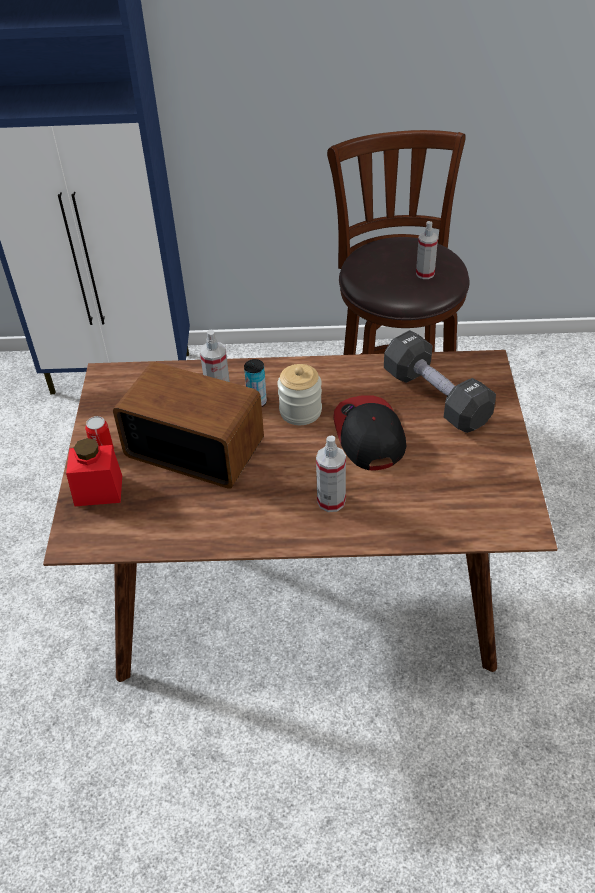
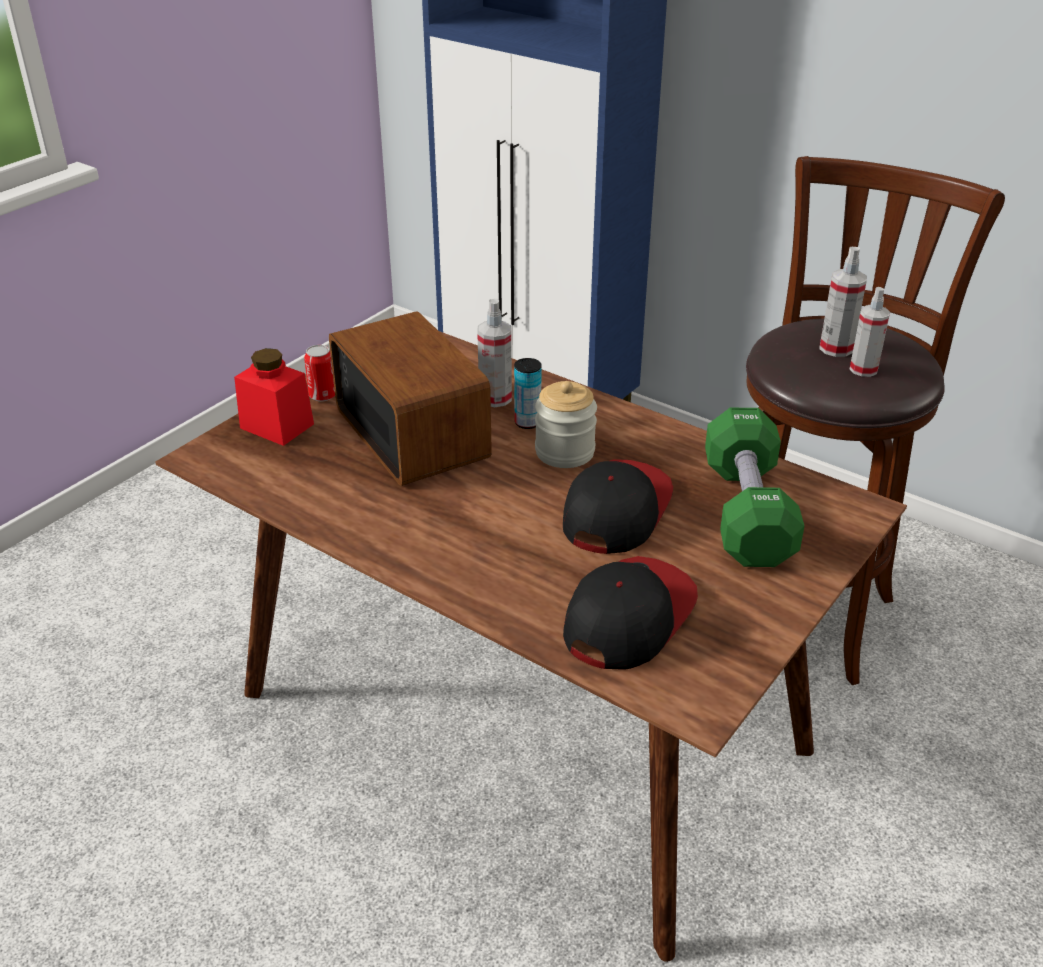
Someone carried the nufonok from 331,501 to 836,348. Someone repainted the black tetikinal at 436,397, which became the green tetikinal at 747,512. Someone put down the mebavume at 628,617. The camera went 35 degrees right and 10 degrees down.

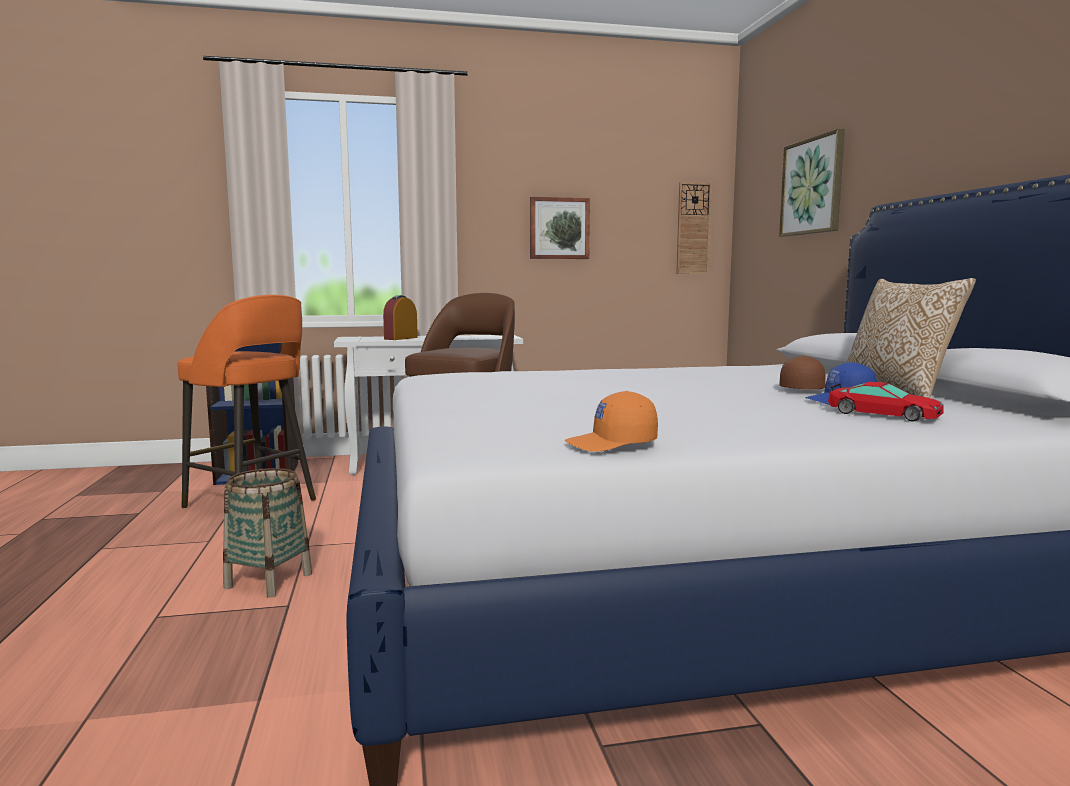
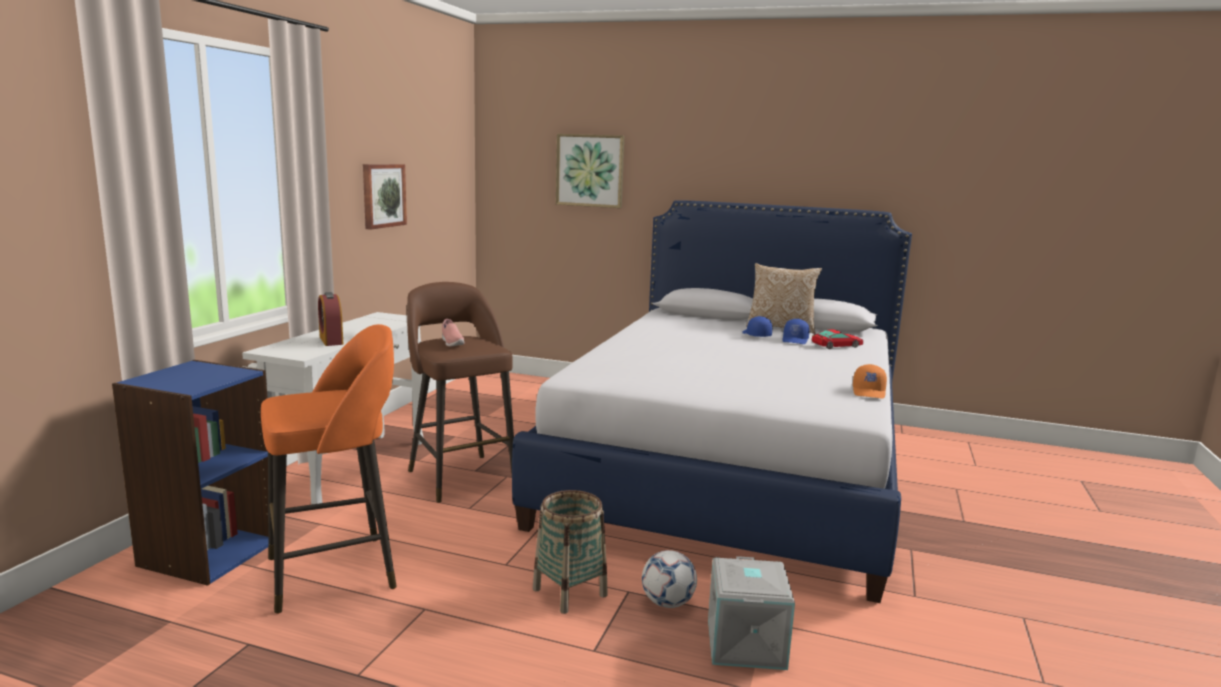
Someone took away the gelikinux at 693,228. Someone repainted the brown mebavume at 805,389, which became the blue mebavume at 756,335. Someone put down the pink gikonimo at 451,343. Someone put down the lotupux at 667,603. Someone put down the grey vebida at 747,644. The camera went 60 degrees left and 5 degrees up.

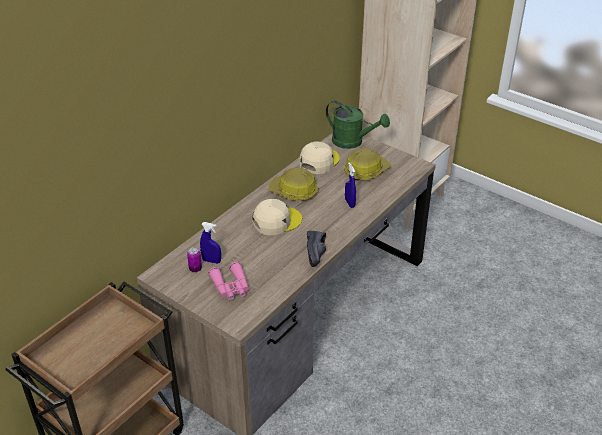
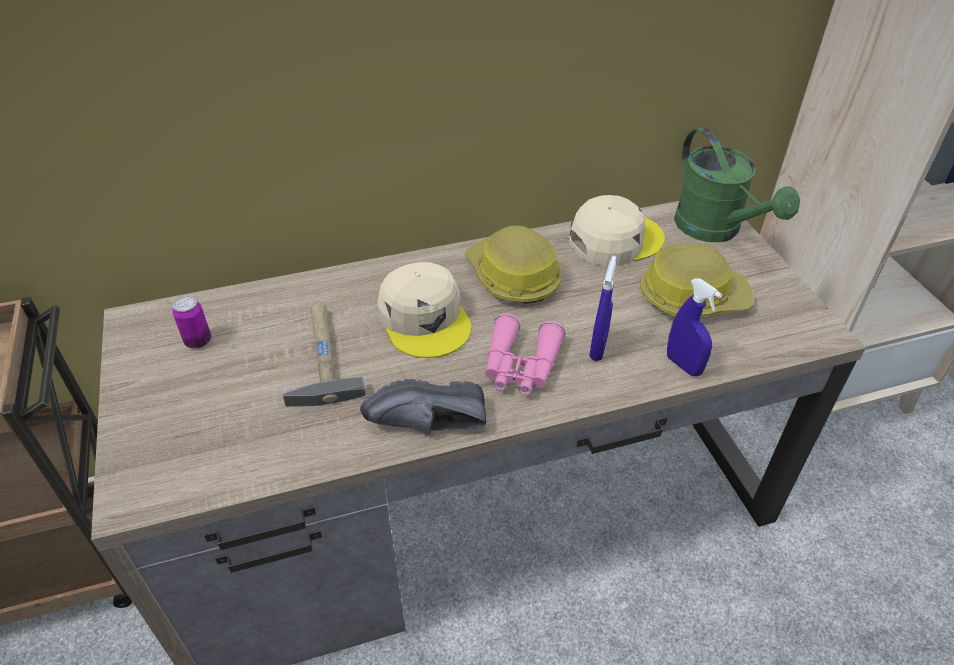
Someone carried the blue nufonok from 211,261 to 683,365. Someone carried the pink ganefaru from 231,287 to 520,366. Someone rotated the beige mebavume at 276,221 by 60 degrees clockwise. Someone rotated the black gikonimo at 317,254 by 45 degrees clockwise. Someone put down the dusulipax at 320,357. The camera went 35 degrees right and 5 degrees up.

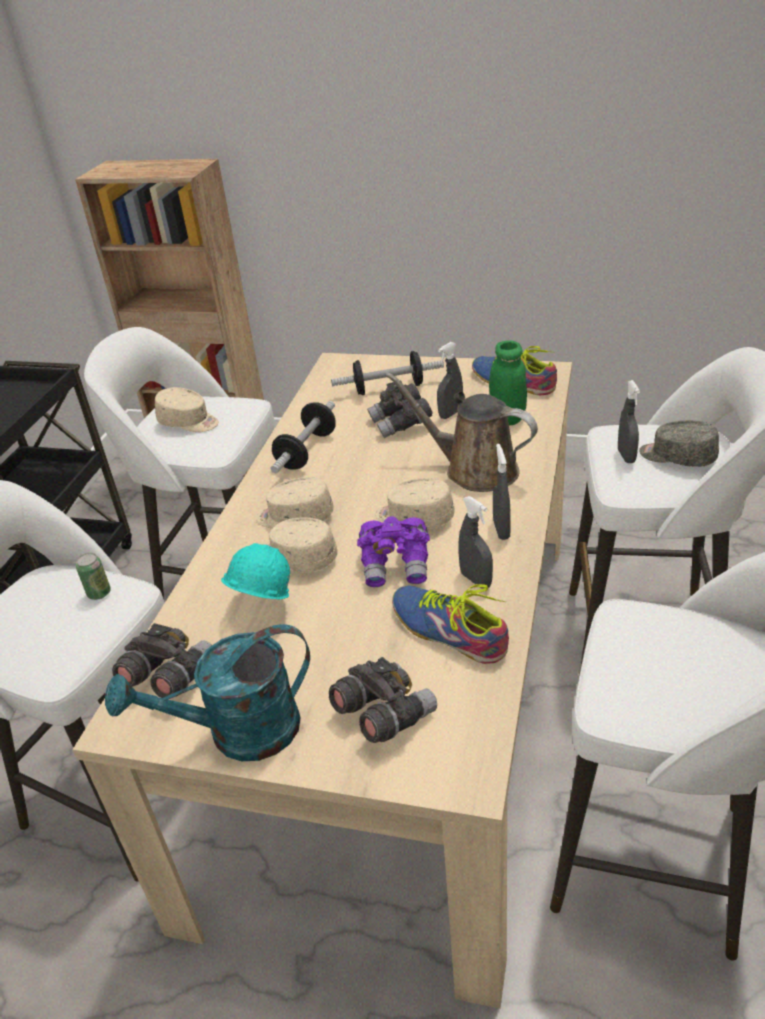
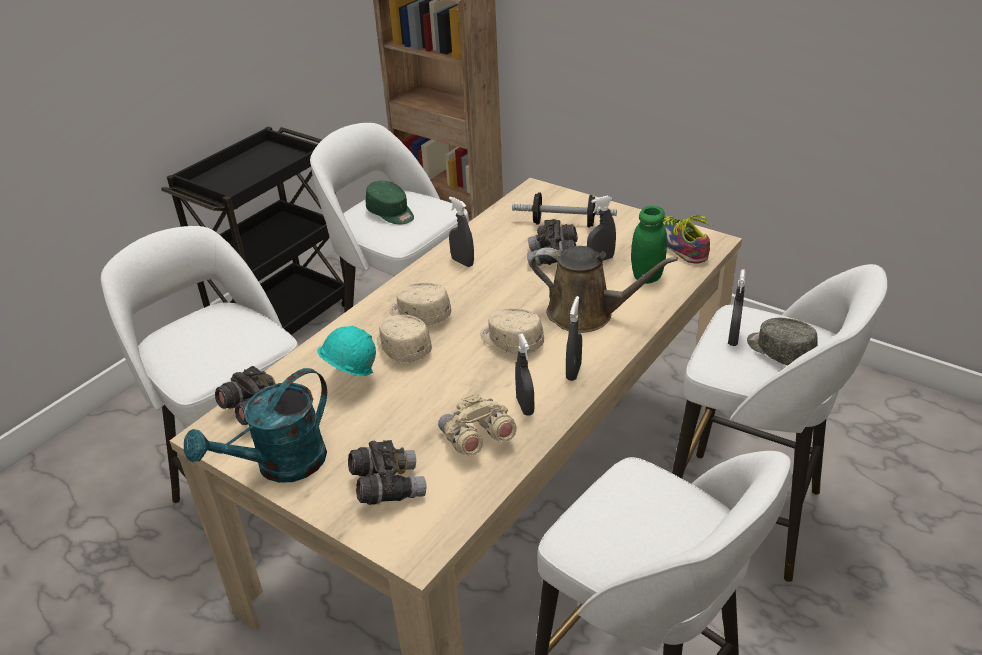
Someone took away the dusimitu at 99,593. Someone rotated the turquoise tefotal at 238,733 by 45 degrees counterclockwise. Someone repainted the beige mebavume at 189,422, which became the green mebavume at 391,213. Someone swapped the tetikinal at 306,451 for the grey nufonok at 462,262. Someone took away the purple ganefaru at 396,565. Someone rotated the brown tefotal at 474,470 by 150 degrees clockwise. Someone swapped the gikonimo at 448,631 for the beige ganefaru at 476,440. The camera went 20 degrees right and 0 degrees up.

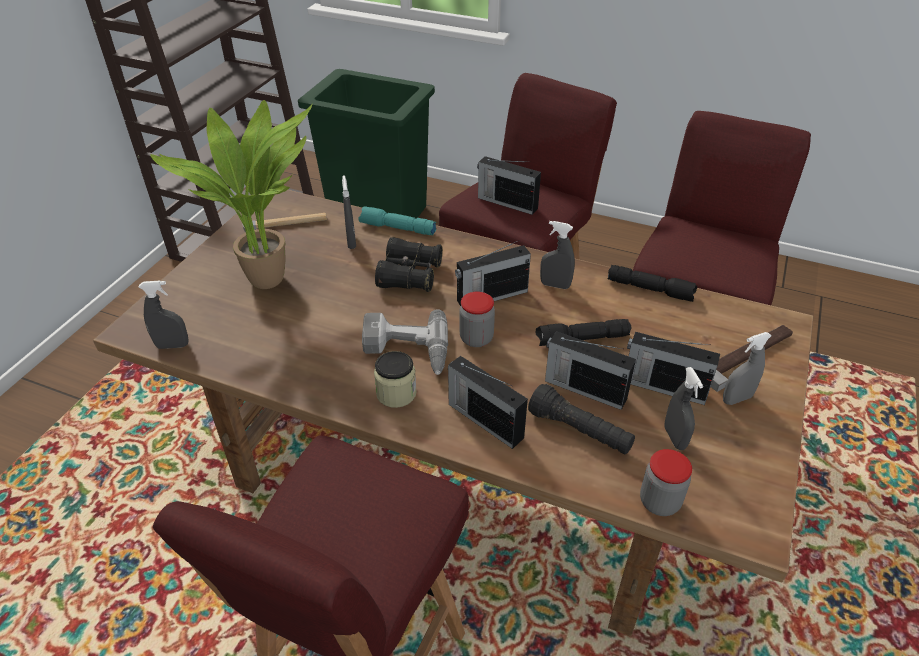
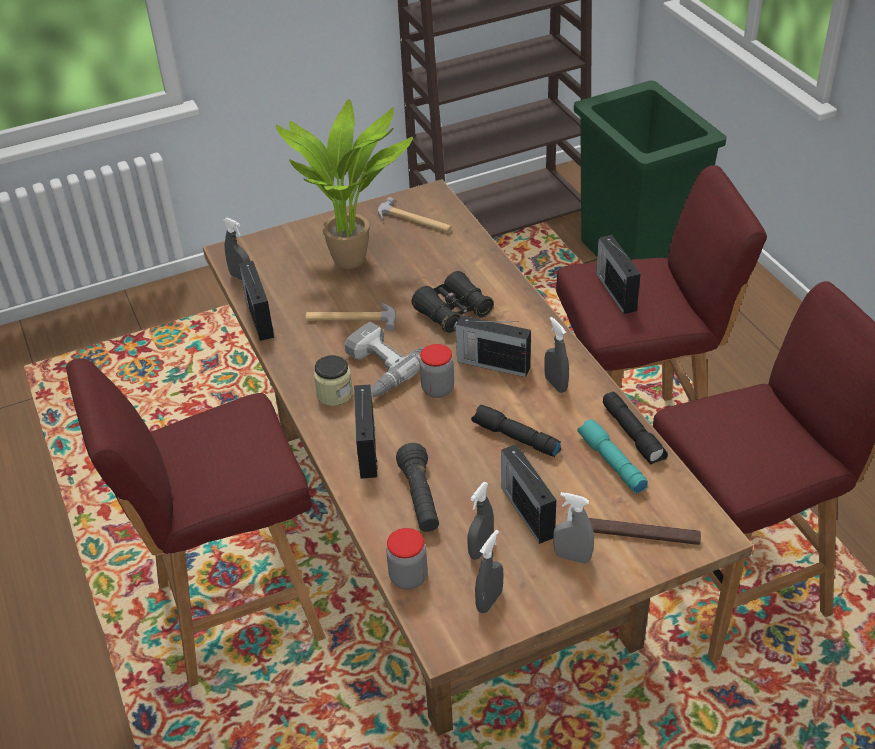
Someone carried the grey nufonok from 351,242 to 489,601. Someone carried the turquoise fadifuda from 397,228 to 610,462. Someone carried the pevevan from 584,388 to 259,317. Someone put down the dusulipax at 351,319. The camera went 45 degrees right and 0 degrees up.

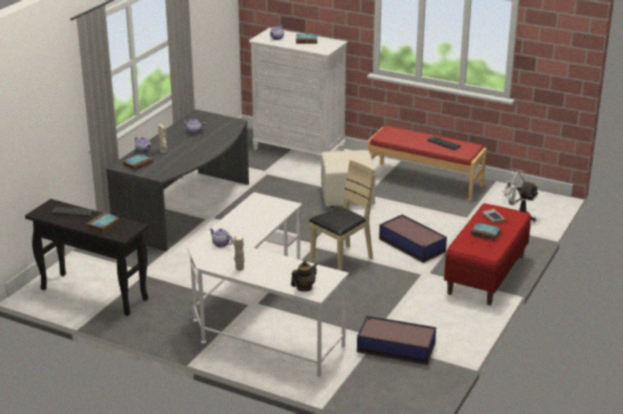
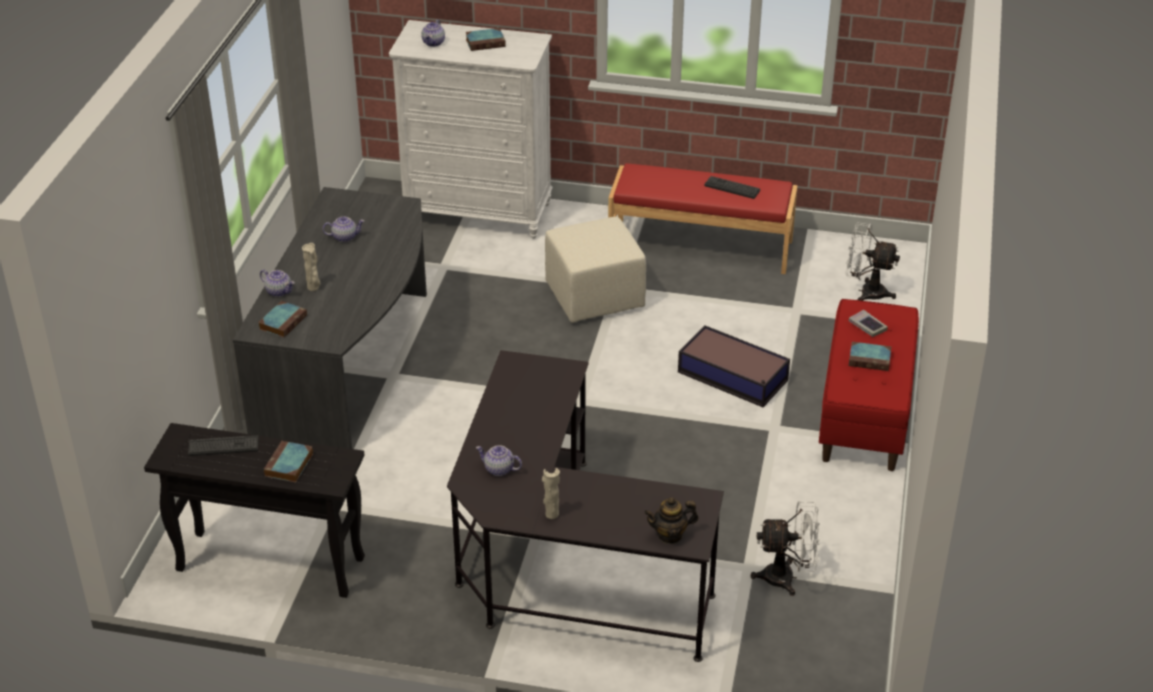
Someone repainted the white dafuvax at 261,320, which became the black dafuvax at 562,564. Someone rotated the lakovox at 304,288 by 135 degrees counterclockwise. Someone took away the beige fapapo at 342,261. Someone swapped the vebida at 395,347 for the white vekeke at 787,578. The camera went 15 degrees left and 10 degrees up.

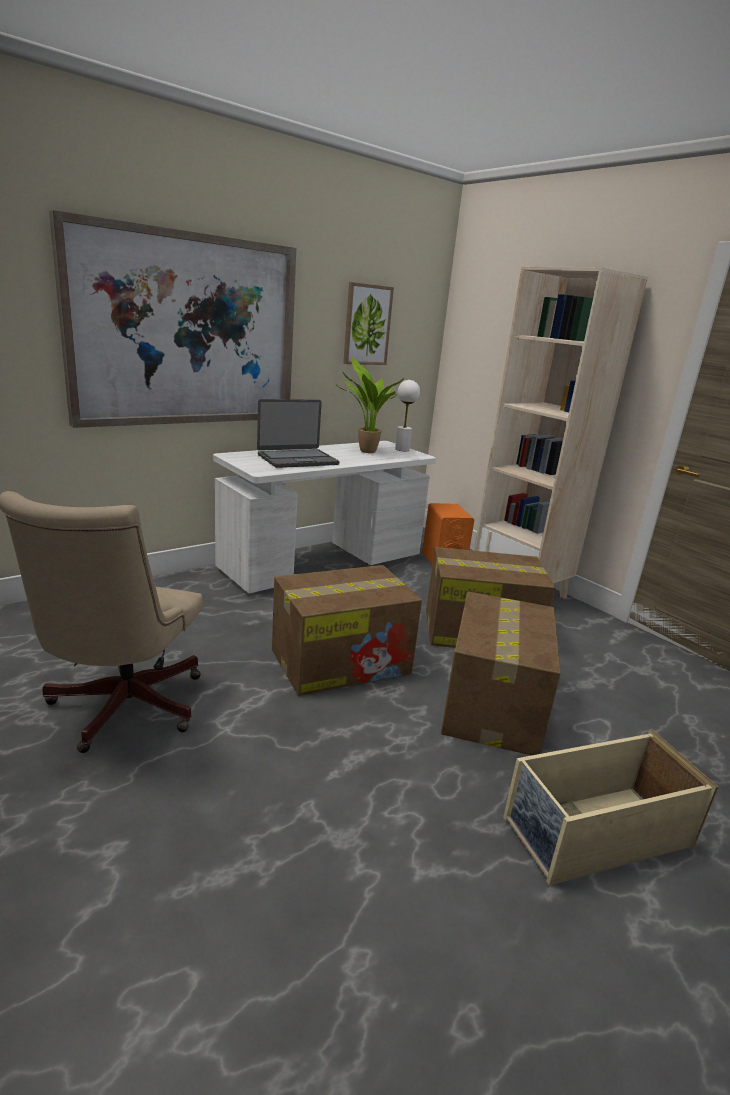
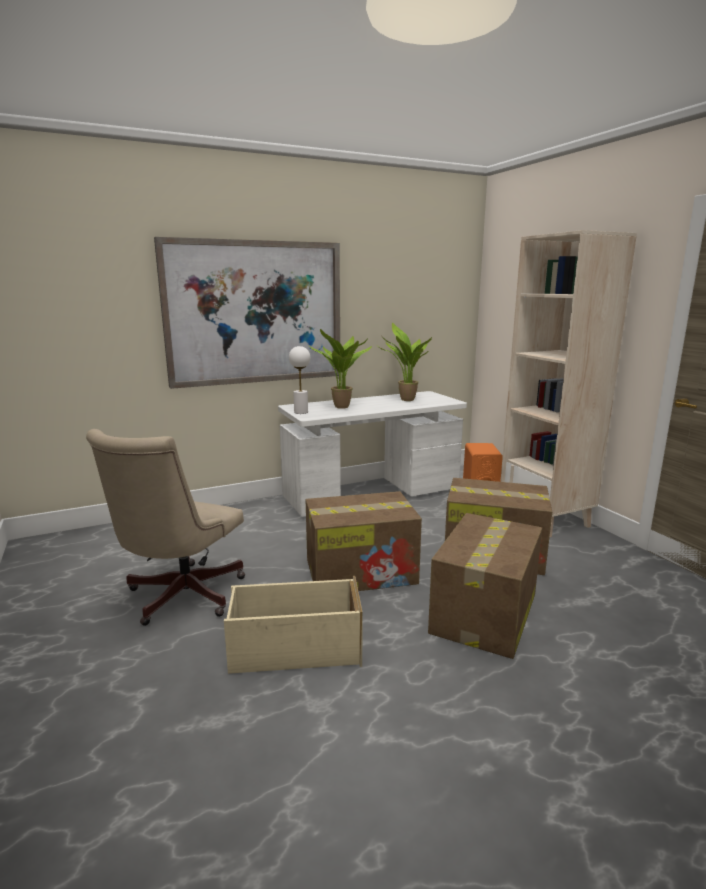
Someone swapped the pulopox at 297,459 for the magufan at 343,408. Someone took away the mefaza at 367,325. Someone carried the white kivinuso from 402,449 to 301,412. Someone carried the beige vebida from 595,833 to 294,649. The camera went 15 degrees right and 5 degrees down.

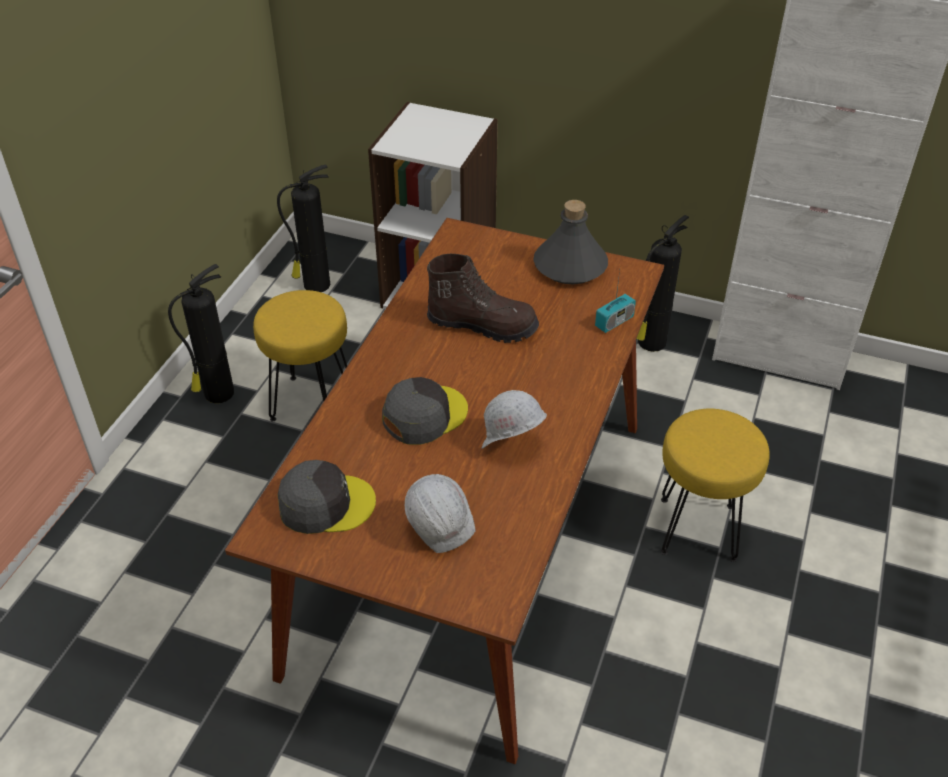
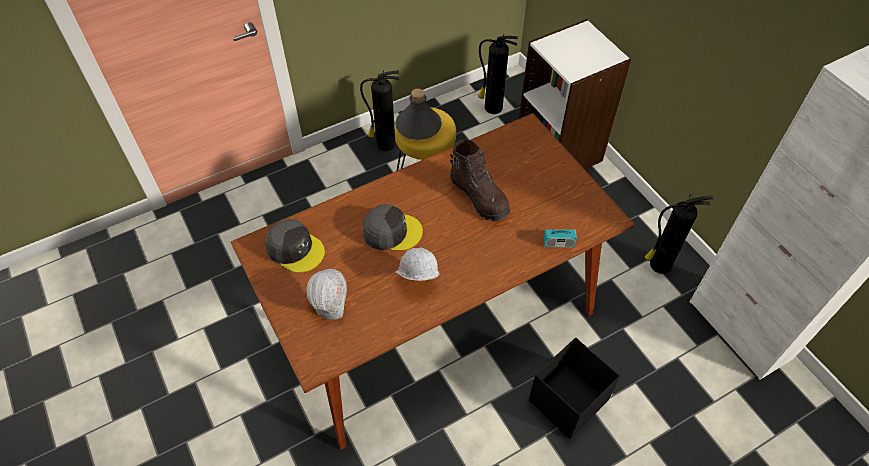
Someone carried the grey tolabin from 570,266 to 418,126. Someone swapped the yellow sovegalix at 698,529 for the black vebida at 566,401. The camera went 40 degrees right and 10 degrees up.

